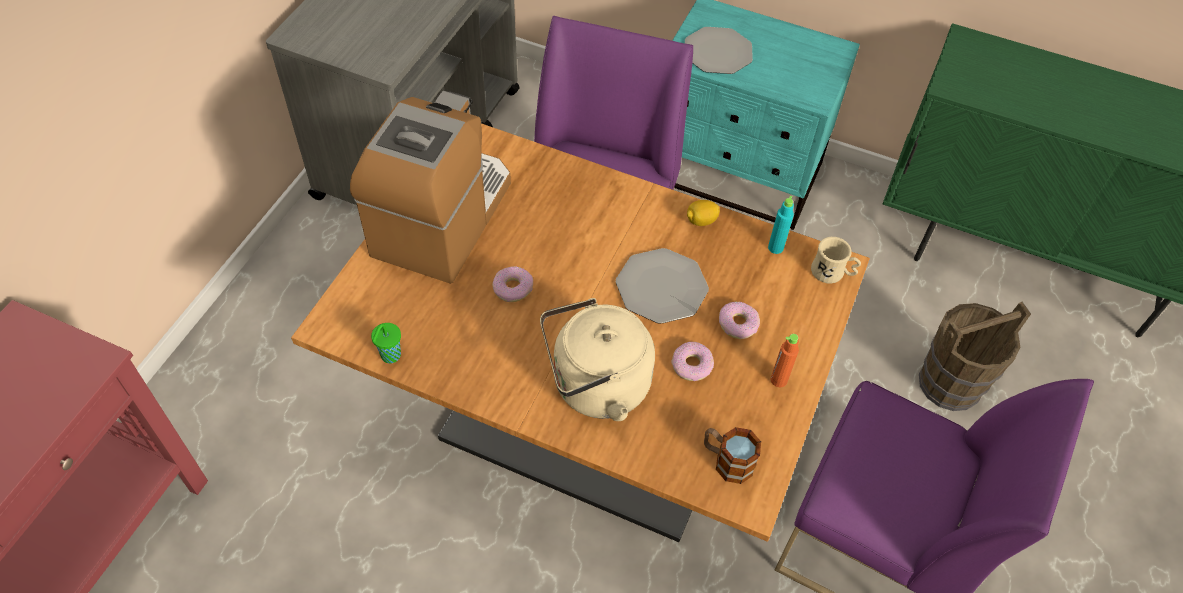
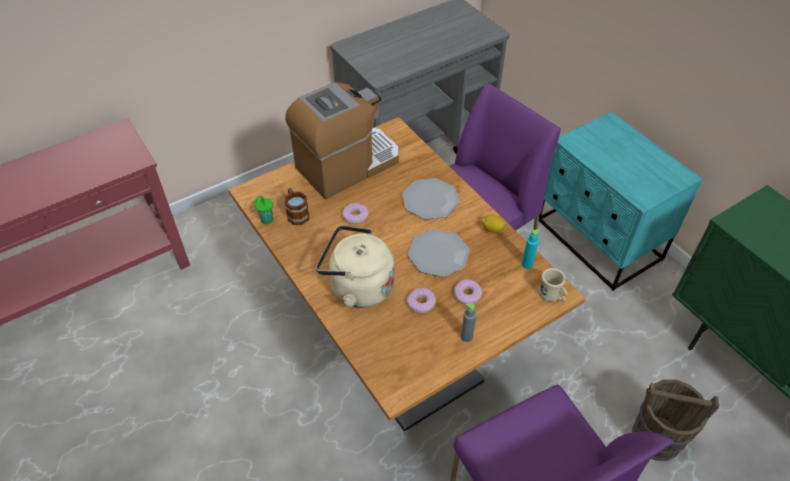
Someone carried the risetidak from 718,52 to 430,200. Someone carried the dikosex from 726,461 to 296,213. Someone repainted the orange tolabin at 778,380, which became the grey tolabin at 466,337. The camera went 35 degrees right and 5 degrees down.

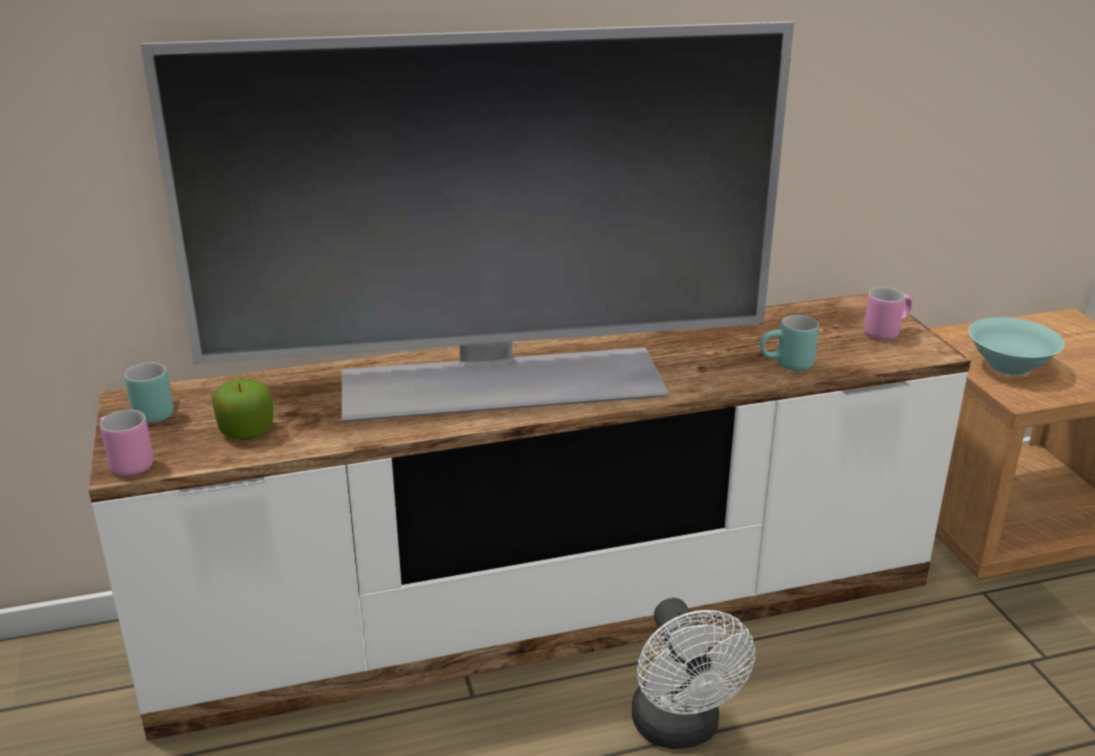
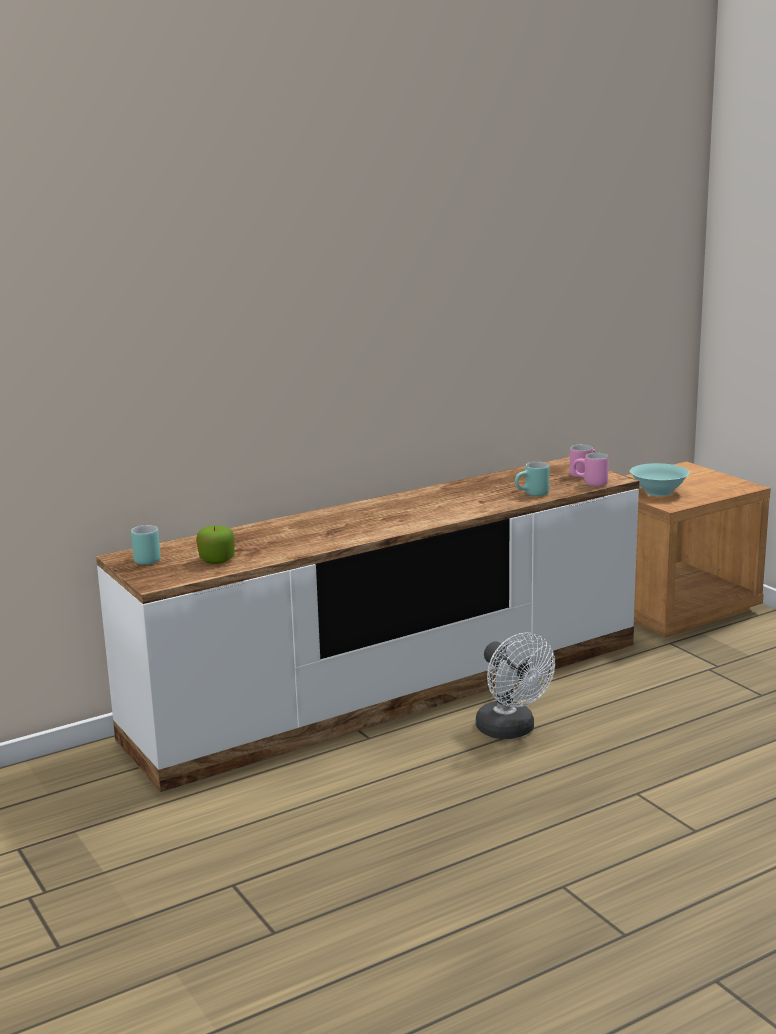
Someone carried the pink dikosex from 123,464 to 590,484. Someone took away the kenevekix at 500,382. The camera went 15 degrees left and 10 degrees down.

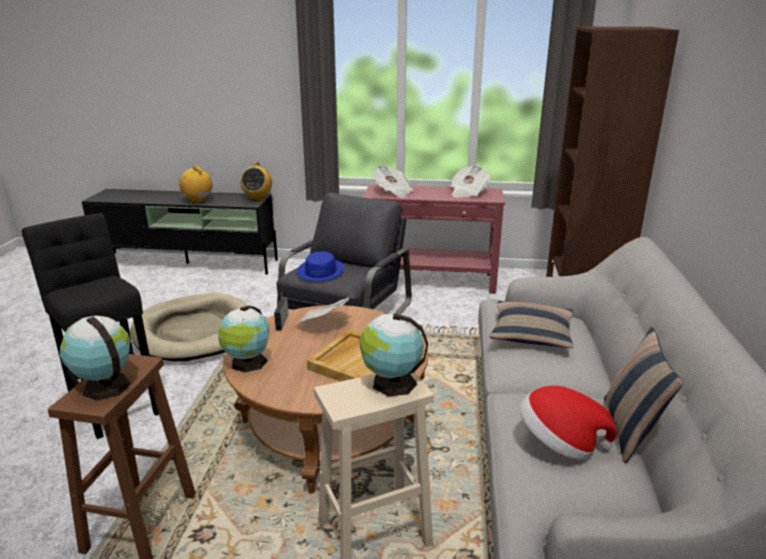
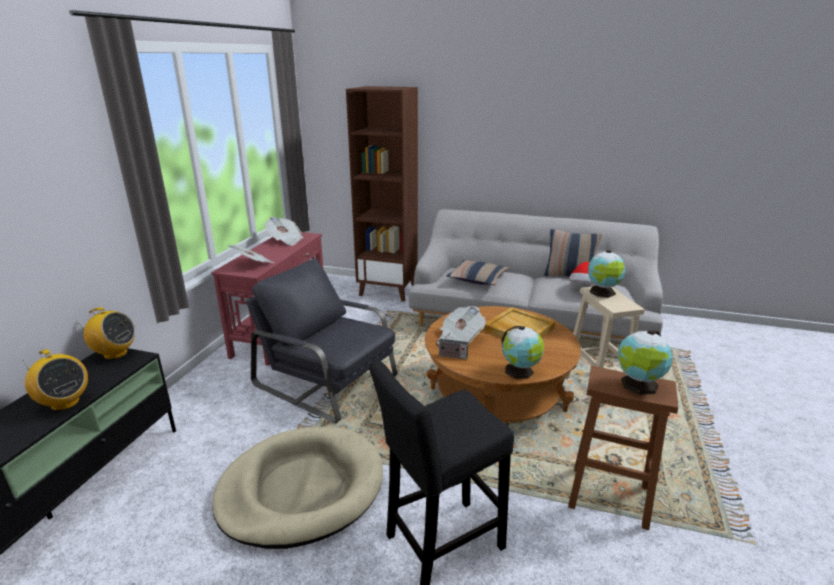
Someone rotated the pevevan at 198,201 by 105 degrees counterclockwise. Someone took away the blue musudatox at 320,271. The camera went 80 degrees left and 0 degrees up.

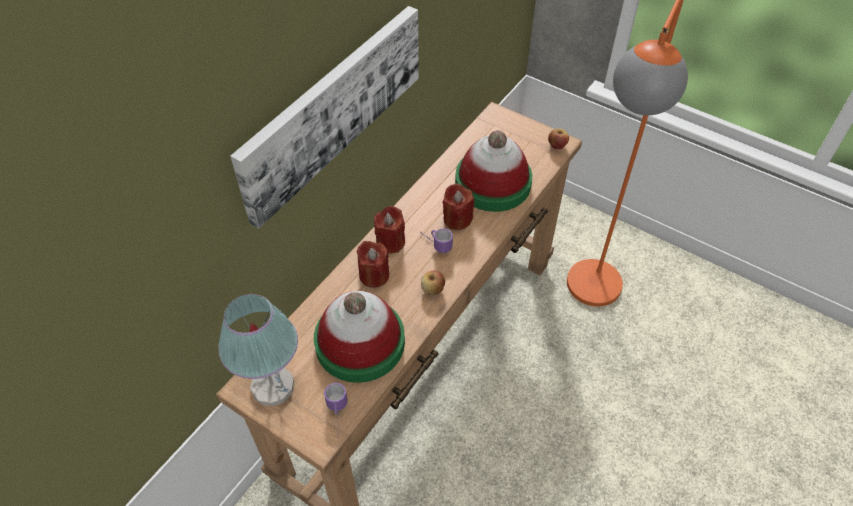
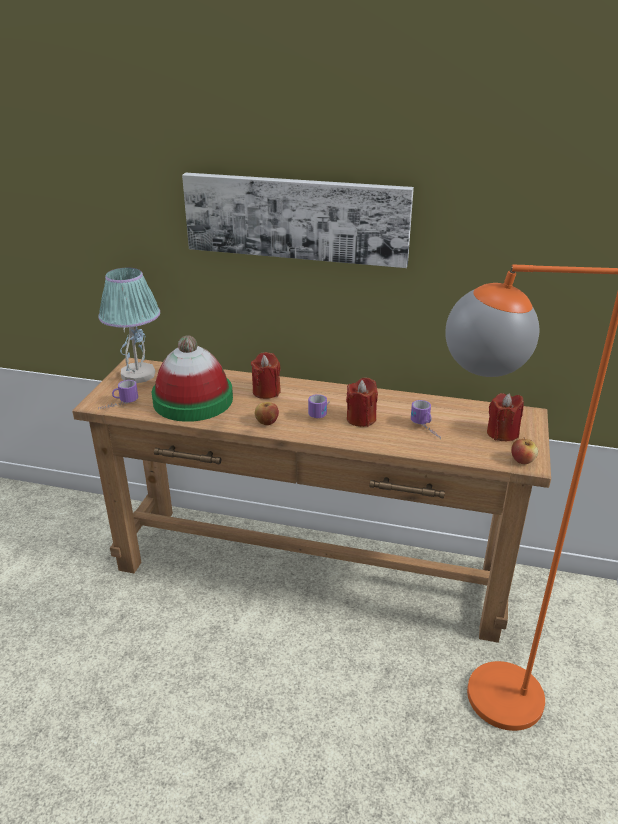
Someone carried the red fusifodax from 390,242 to 502,433. Someone swapped the musudatox at 493,183 for the dikosex at 426,430. The camera went 70 degrees right and 20 degrees down.

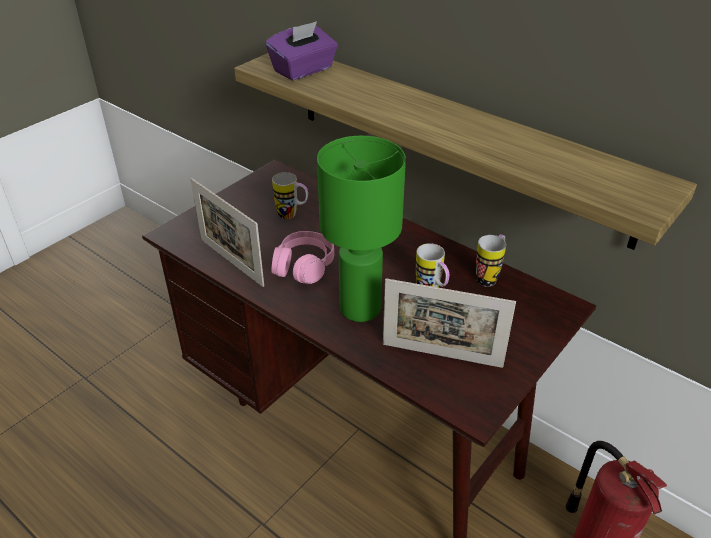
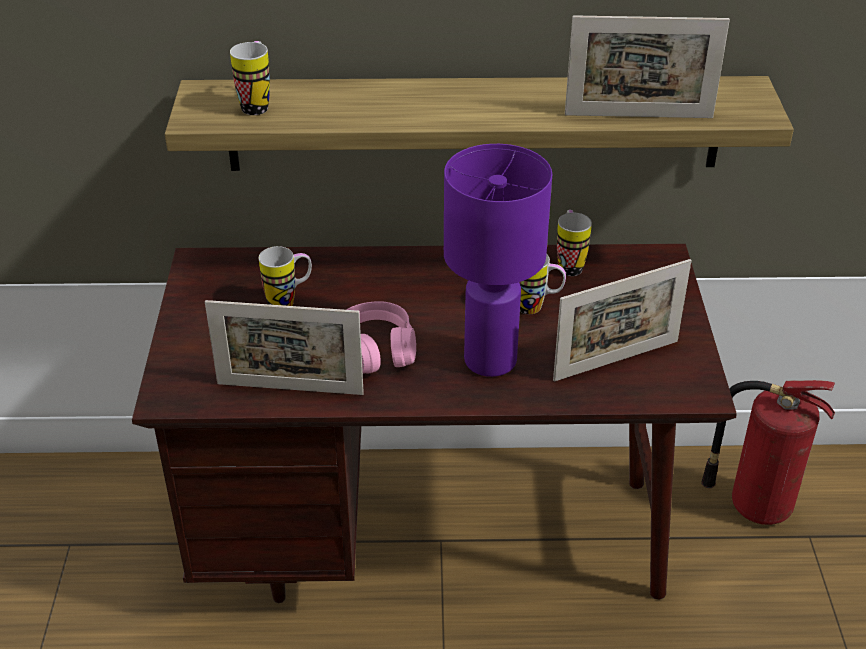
Someone swapped the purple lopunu at 303,70 for the dikosex at 257,104. Someone repainted the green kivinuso at 360,309, which became the purple kivinuso at 491,361. Someone put down the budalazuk at 638,116. The camera went 40 degrees left and 0 degrees up.

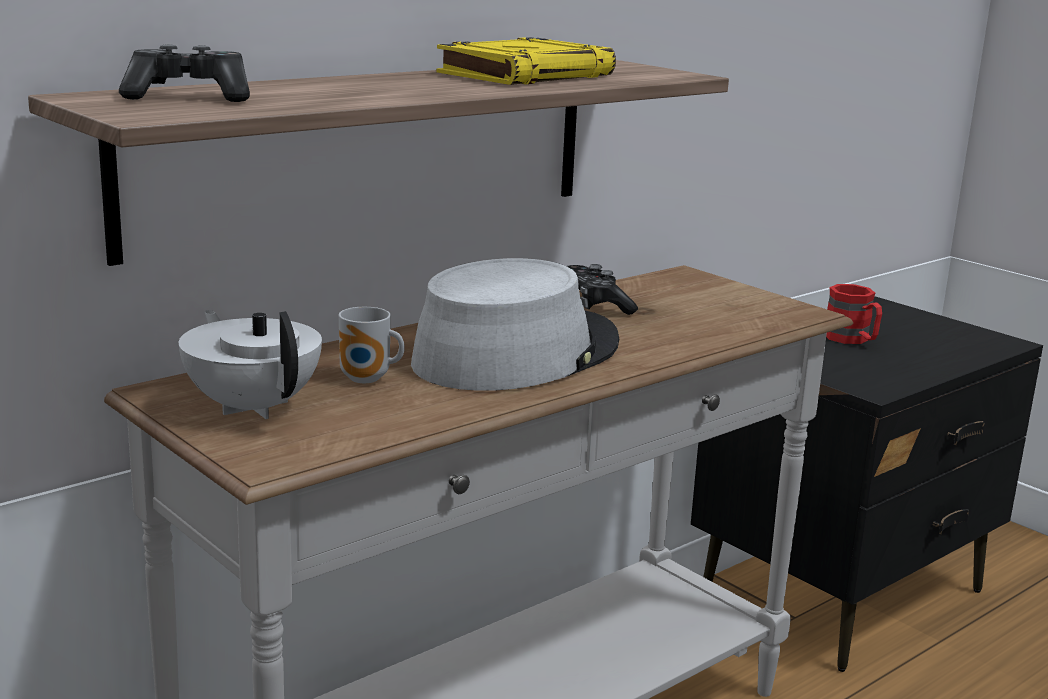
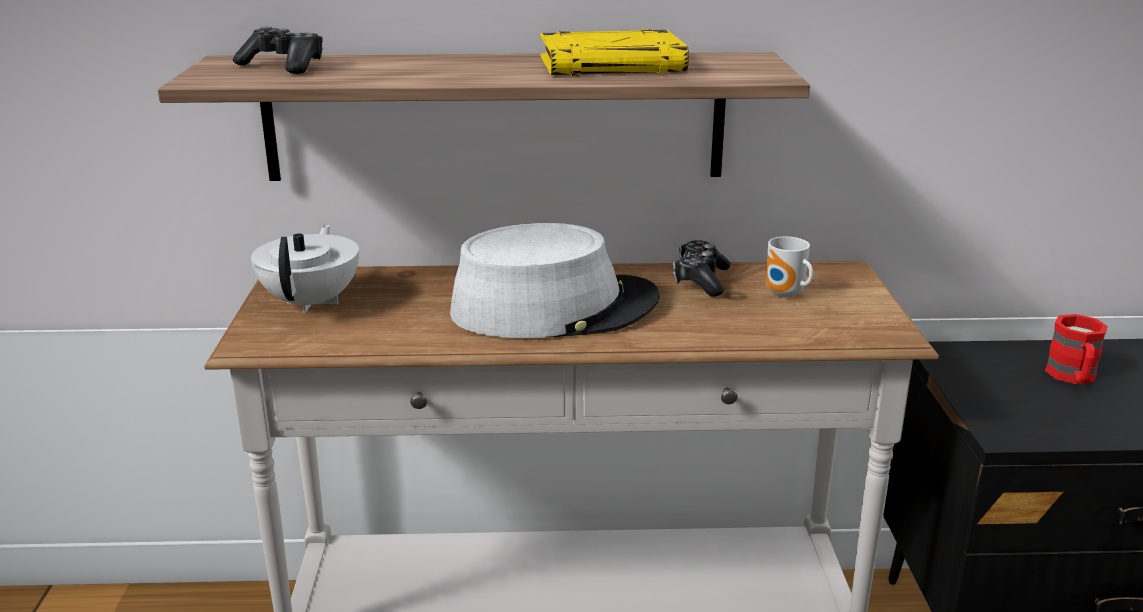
Someone carried the dikosex from 367,380 to 785,295. The camera went 40 degrees right and 5 degrees up.

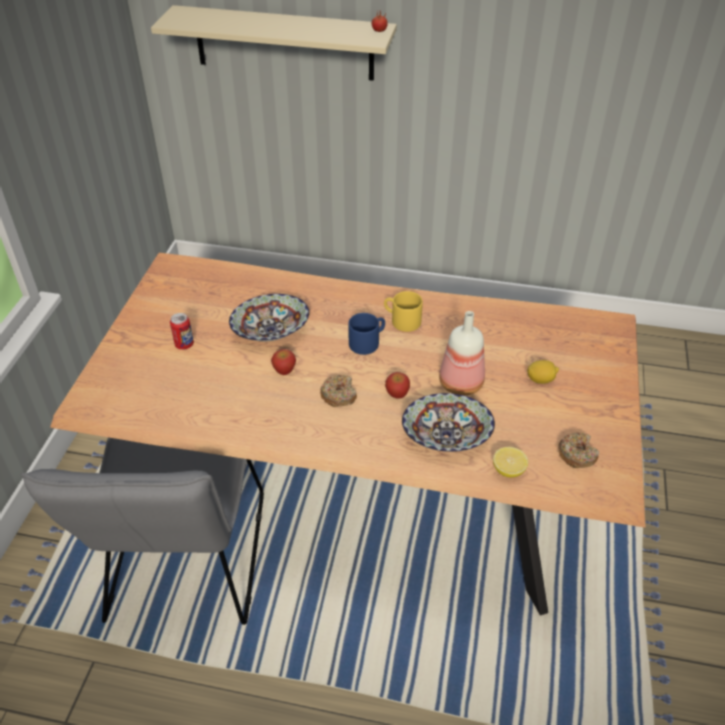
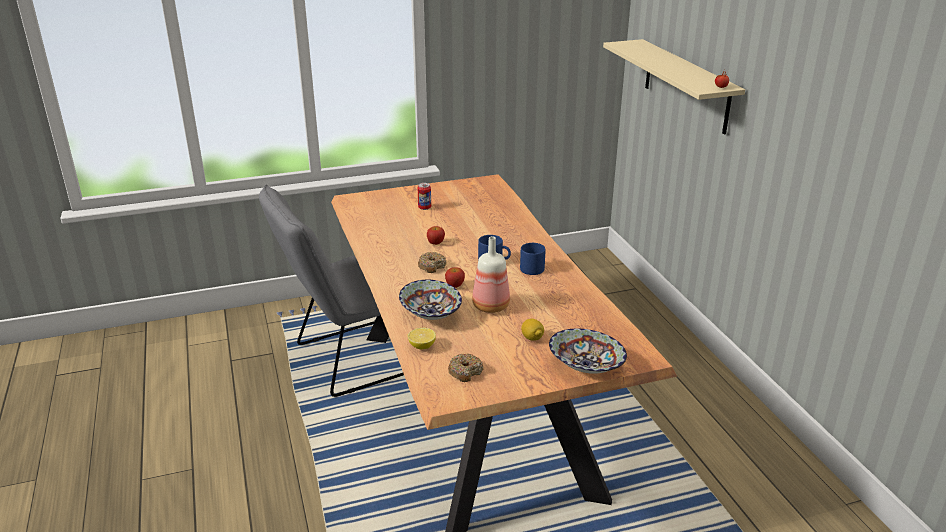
Someone carried the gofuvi from 270,332 to 586,366. Someone repainted the yellow dikosex at 401,320, which became the blue dikosex at 531,267. The camera went 60 degrees right and 15 degrees down.

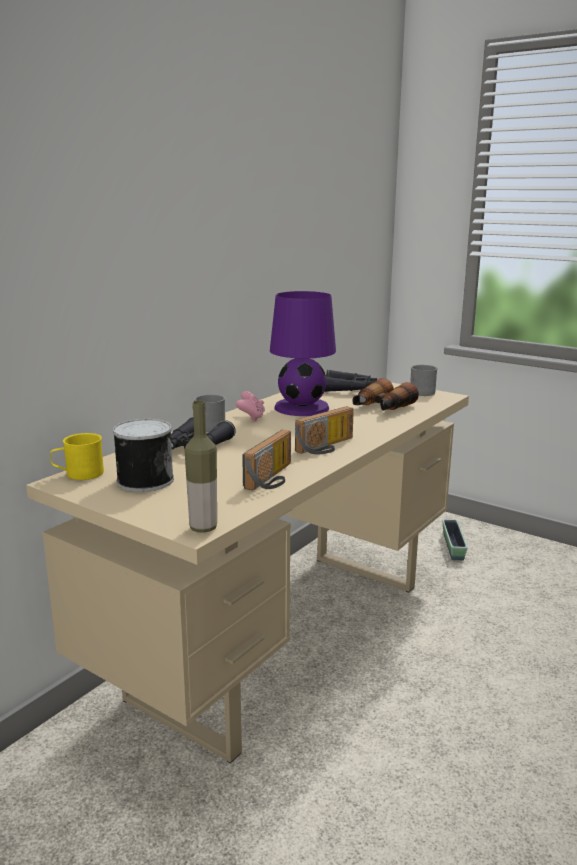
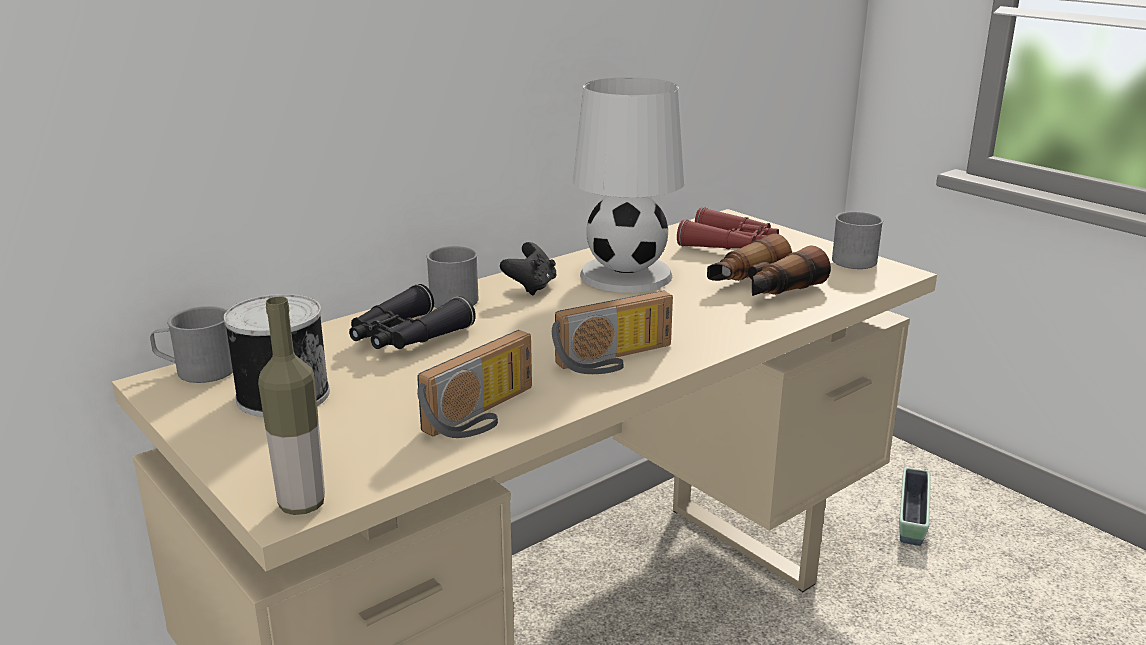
Someone repainted the yellow dikosex at 78,474, which became the grey dikosex at 197,370. Someone repainted the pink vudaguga at 251,417, which became the black vudaguga at 531,287. Someone repainted the purple kivinuso at 302,407, which became the white kivinuso at 627,275. Someone repainted the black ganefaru at 349,389, which became the red ganefaru at 730,245. The camera went 15 degrees right and 5 degrees up.

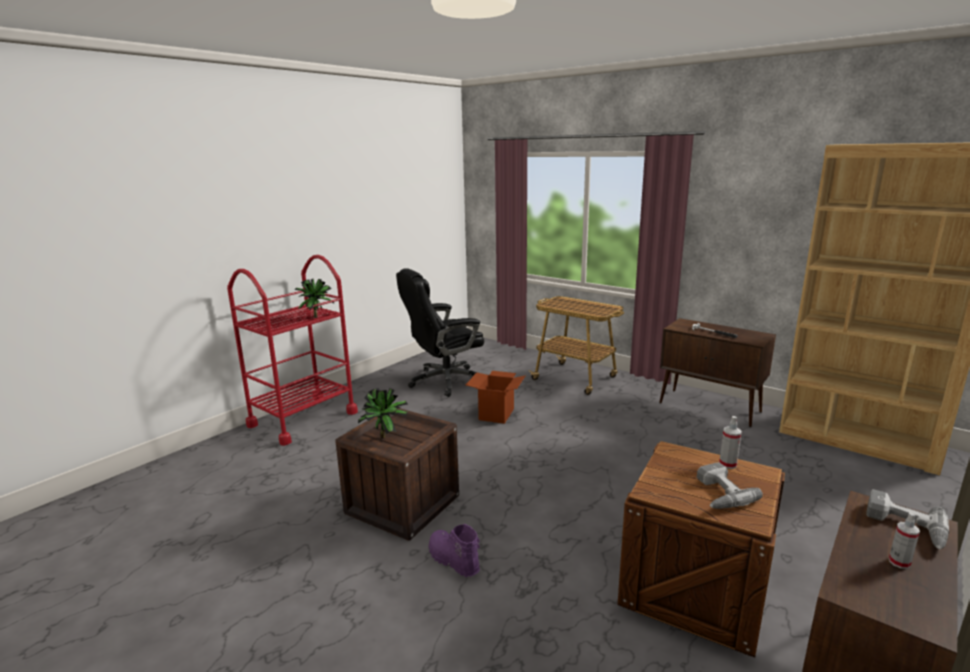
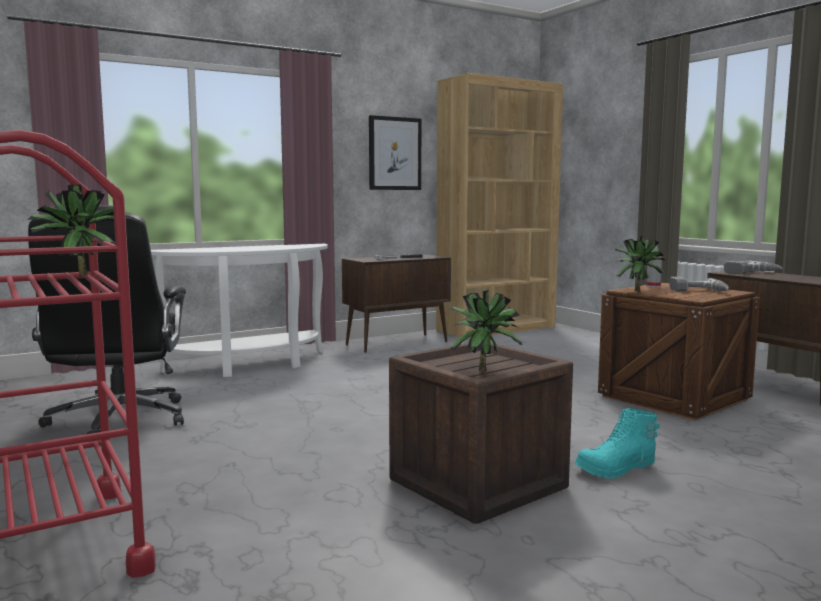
Someone repainted the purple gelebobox at 453,560, which became the turquoise gelebobox at 616,470. Someone took away the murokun at 496,414. Someone swapped the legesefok at 576,379 for the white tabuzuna at 252,365. Someone took away the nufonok at 899,562. Someone put up the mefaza at 394,153. Someone put down the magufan at 637,291. The camera went 70 degrees left and 10 degrees down.

